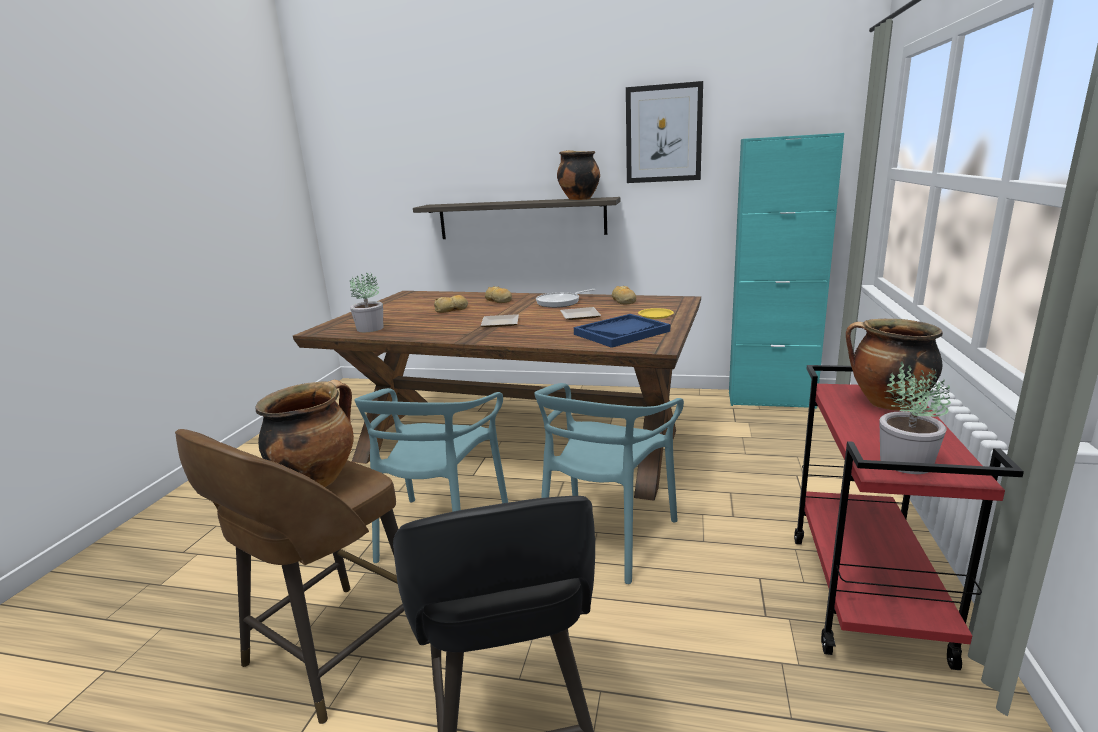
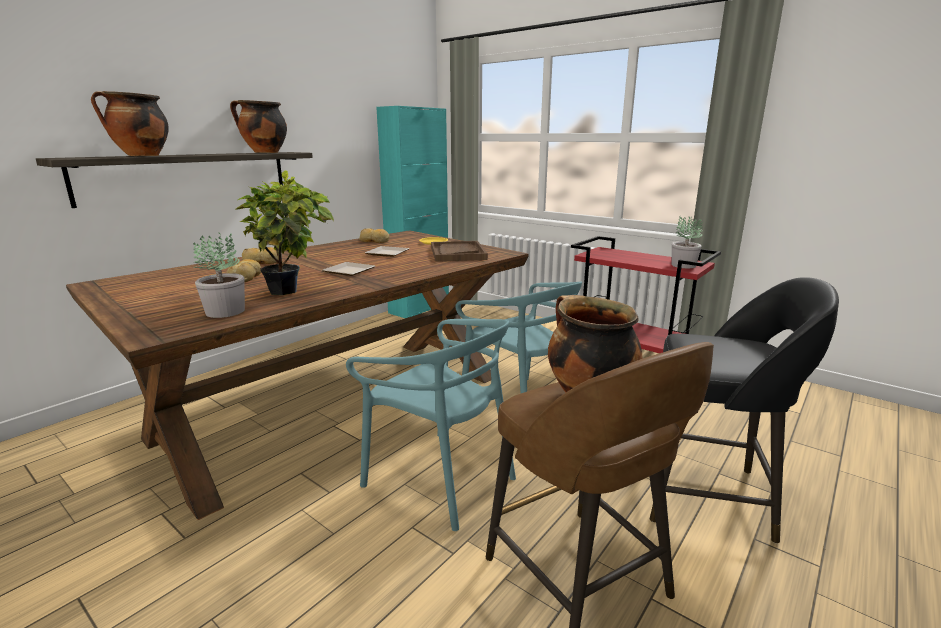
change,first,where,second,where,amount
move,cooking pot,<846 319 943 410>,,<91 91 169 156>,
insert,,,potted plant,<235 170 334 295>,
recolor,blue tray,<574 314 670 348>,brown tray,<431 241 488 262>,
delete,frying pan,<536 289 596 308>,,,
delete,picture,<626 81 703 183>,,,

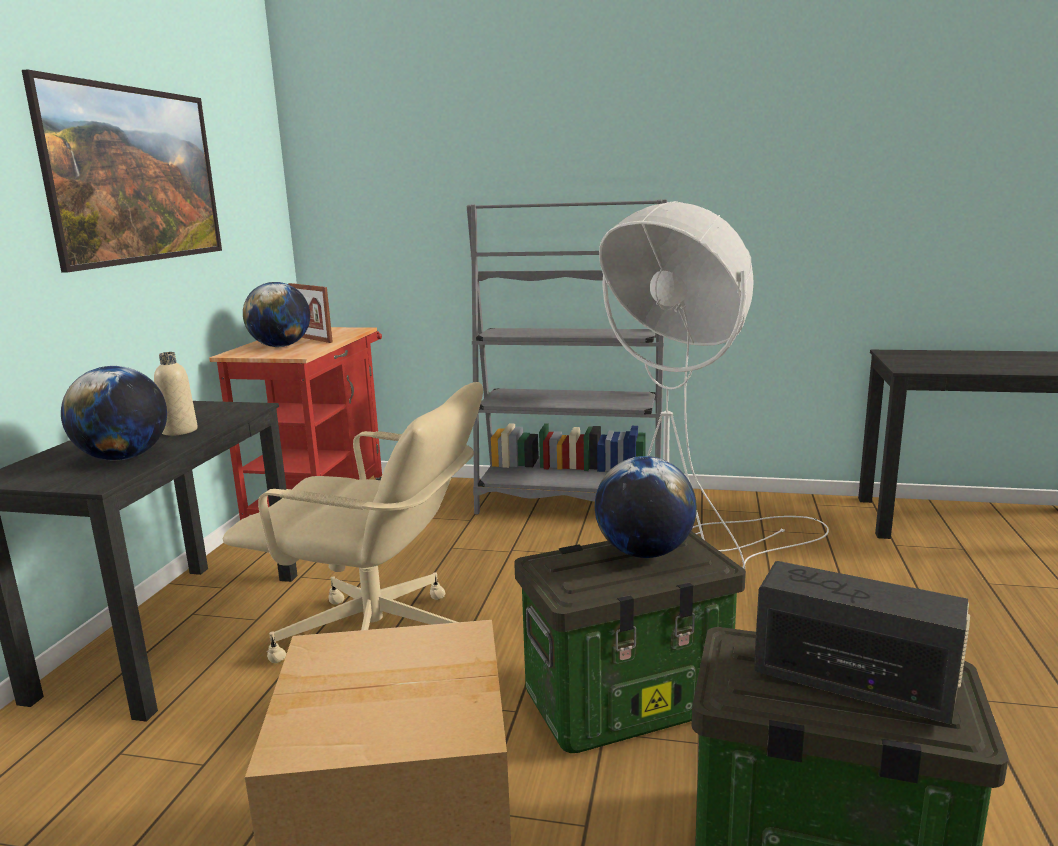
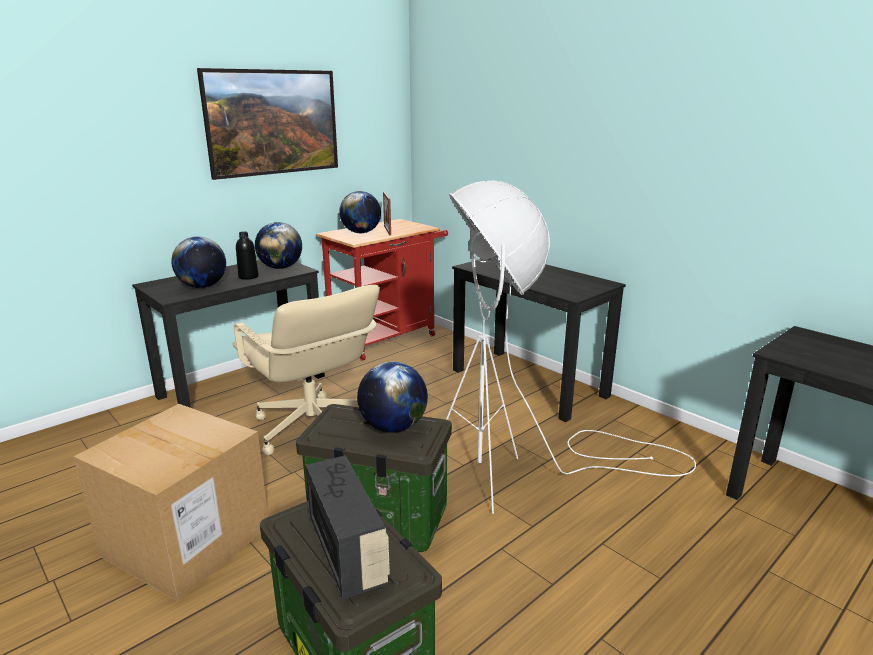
change,first,where,second,where,amount
recolor,beige bottle,<154 352 197 436>,black bottle,<236 232 259 280>,
insert,,,globe,<255 222 302 269>,
replace,grey bookcase,<467 199 667 514>,black desk,<452 258 626 422>,

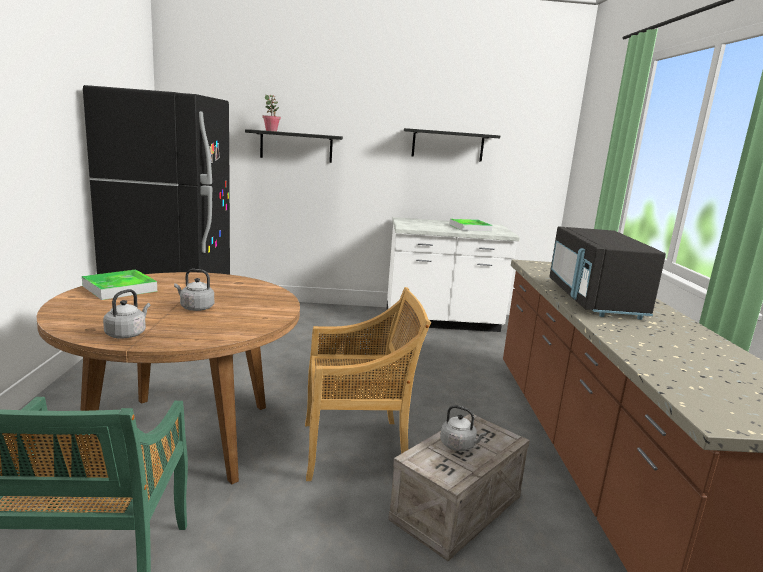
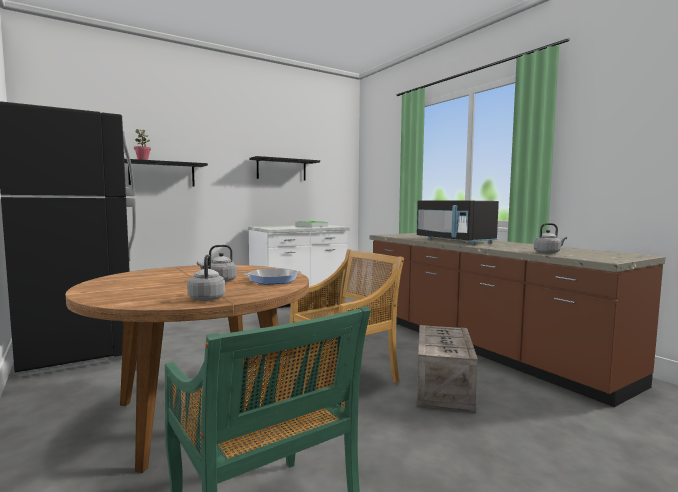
change,first,where,second,where,amount
insert,,,frying pan,<244 268 301 285>,
move,grey kettle,<440 405 487 451>,,<534 223 567 254>,
delete,tray,<82 269 157 300>,,,

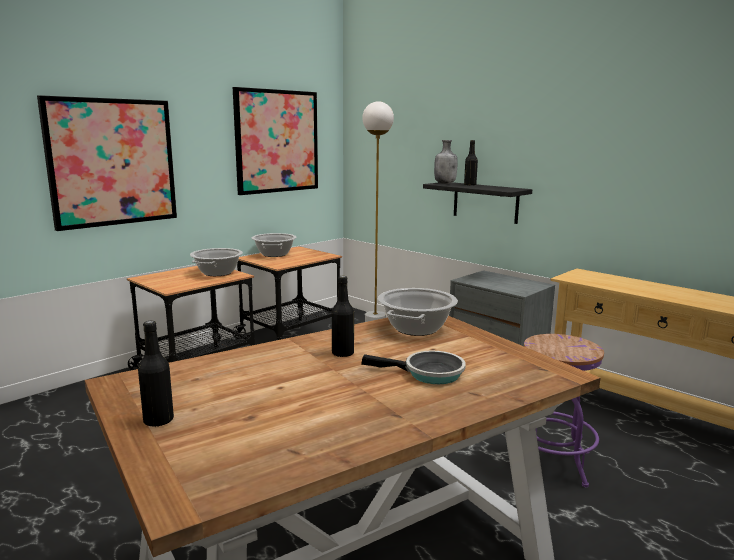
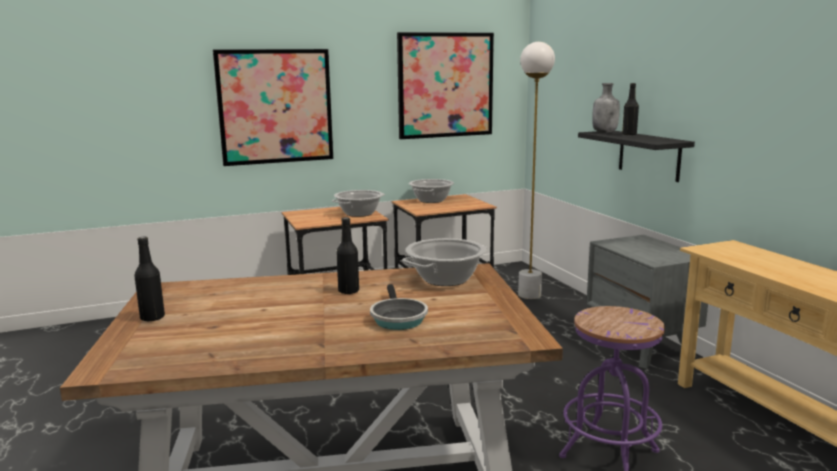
change,first,where,second,where,amount
rotate,frying pan,<361 351 466 384>,,<370 284 428 330>,45 degrees clockwise

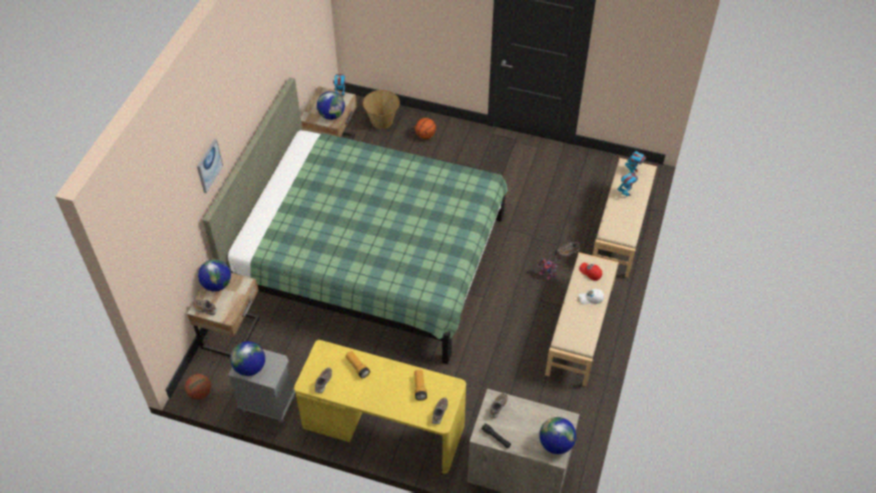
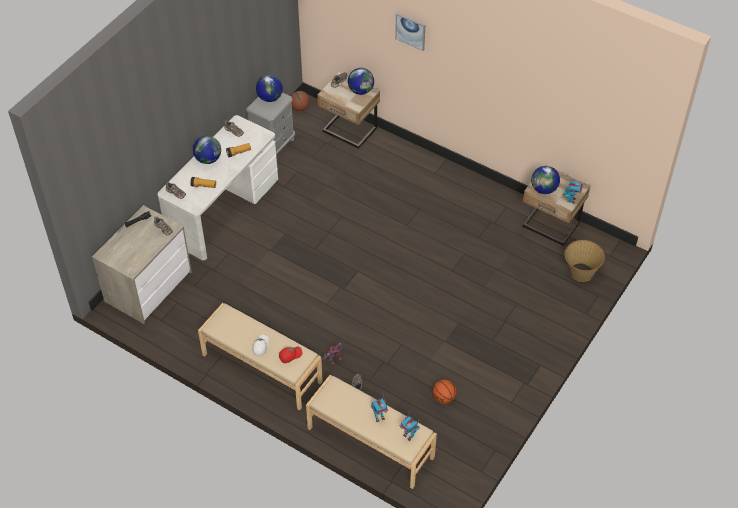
change,first,where,second,where,amount
recolor,yellow desk,<294 340 466 474>,white desk,<158 115 278 260>,
move,globe,<539 417 576 454>,,<193 136 221 164>,
move,basketball,<415 118 436 139>,,<432 379 457 404>,
delete,green bed,<203 77 508 364>,,,

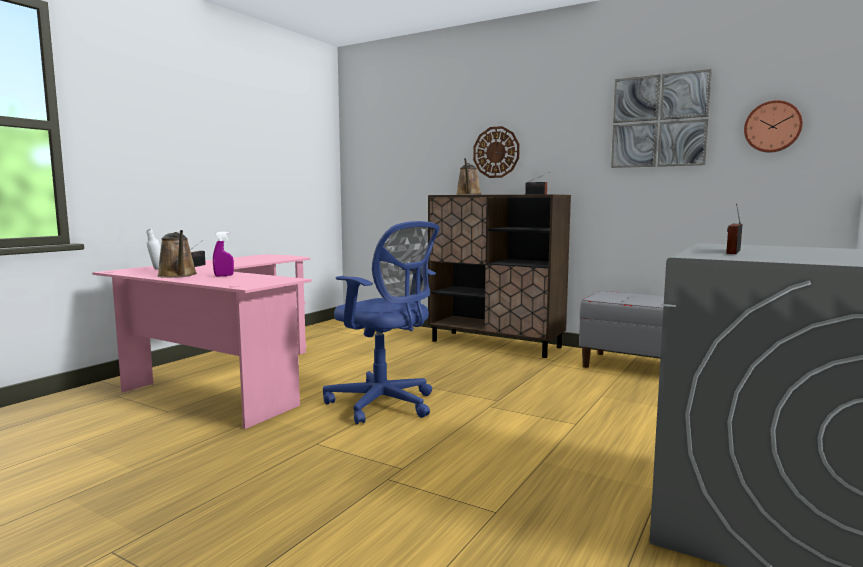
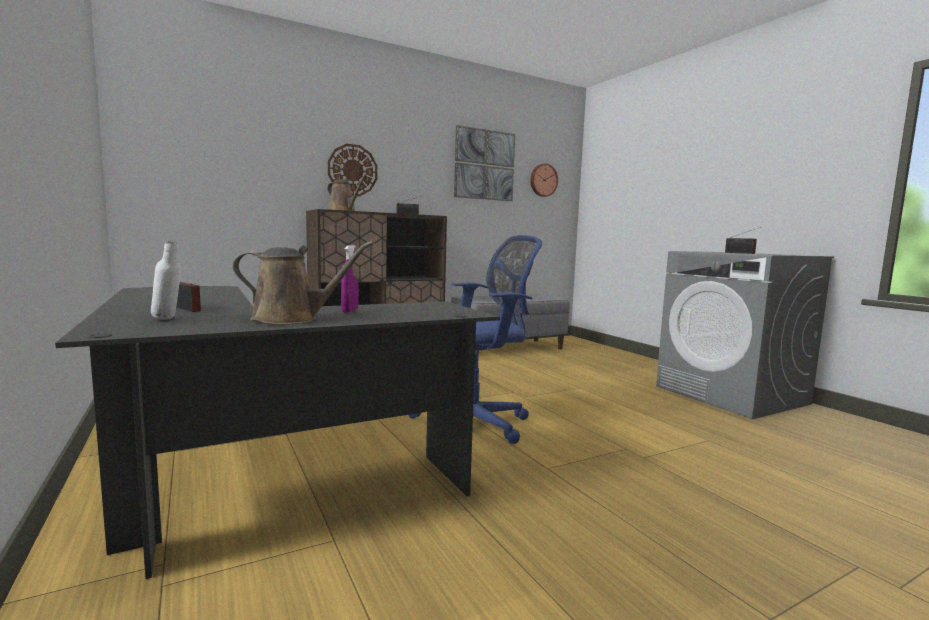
change,first,where,second,where,amount
recolor,pink desk,<92 254 312 429>,black desk,<55 286 500 579>,

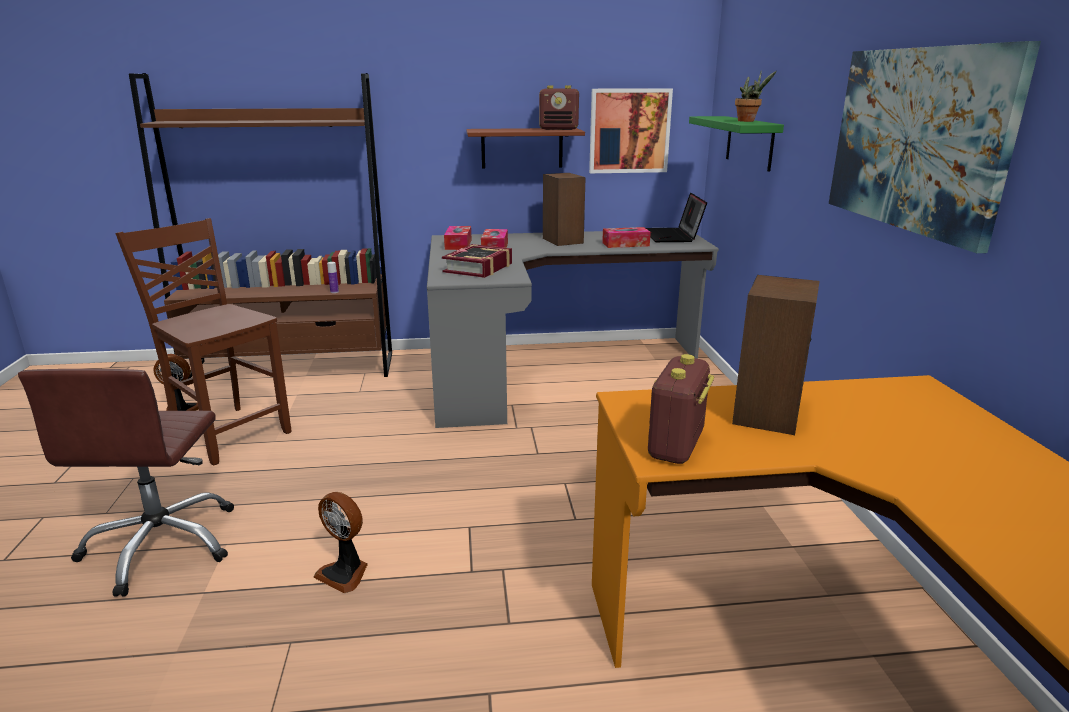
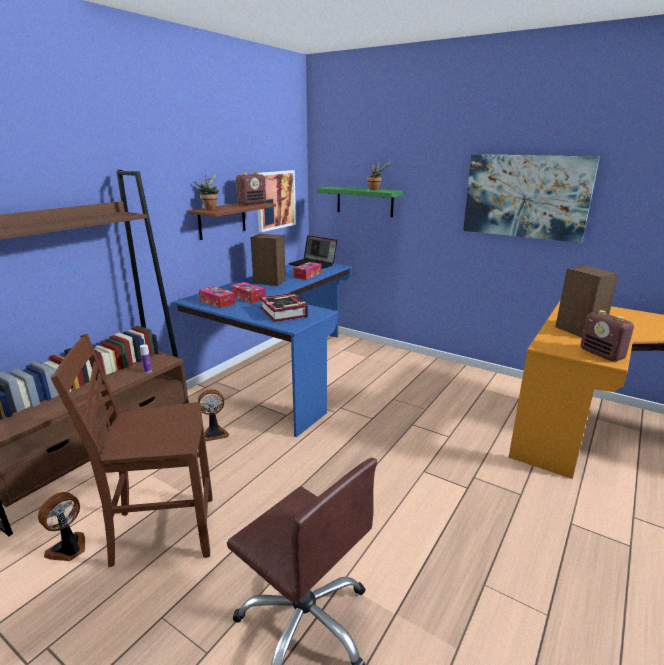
change,first,where,second,where,amount
recolor,grey desk,<427 231 719 428>,blue desk,<173 263 352 437>,
insert,,,potted plant,<194 174 219 210>,
move,fan,<313 492 368 593>,,<198 389 229 442>,

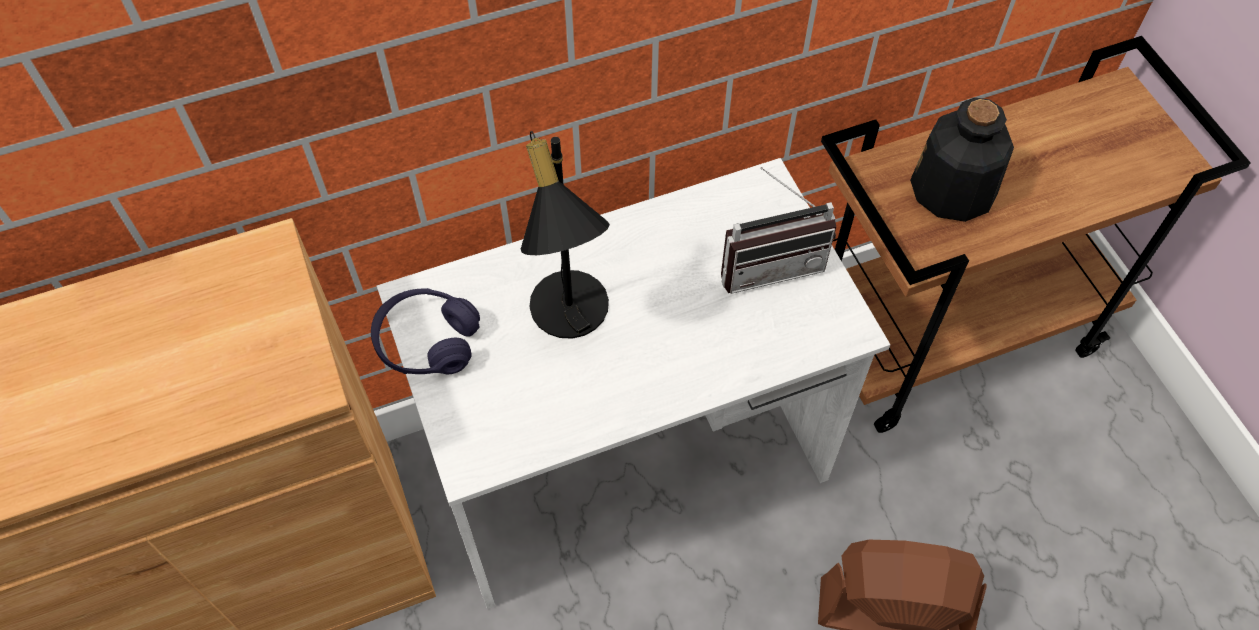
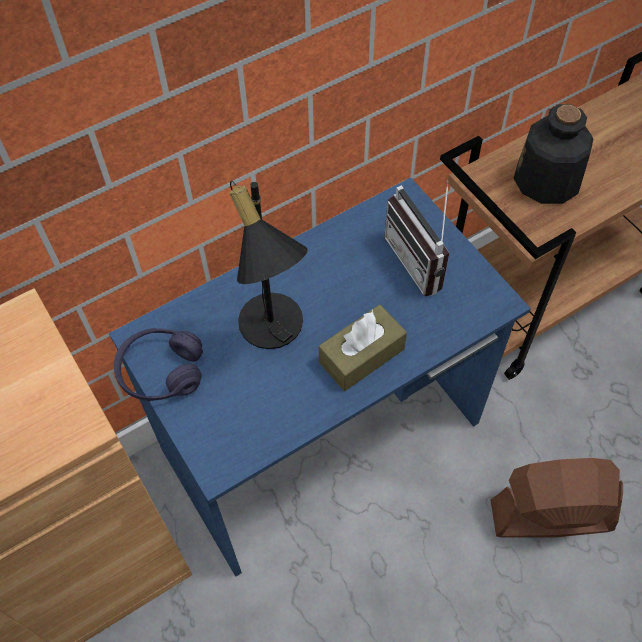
change,first,where,second,where,amount
recolor,white desk,<377 158 890 609>,blue desk,<109 178 531 577>,
insert,,,brown tissue box,<319 305 407 391>,
rotate,radio,<721 167 836 294>,,<384 181 449 296>,90 degrees clockwise

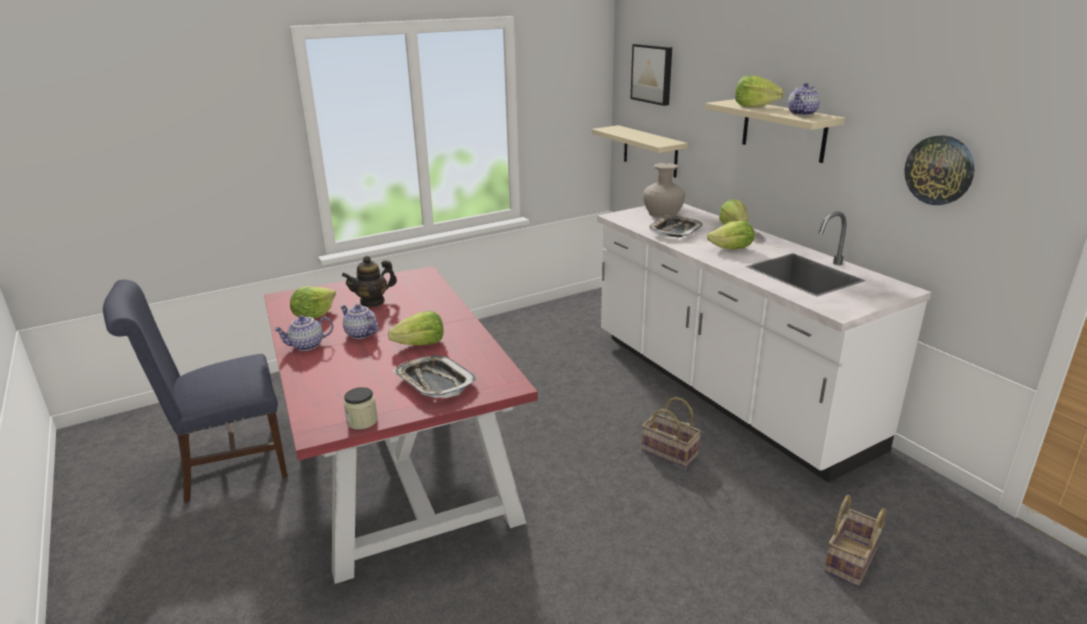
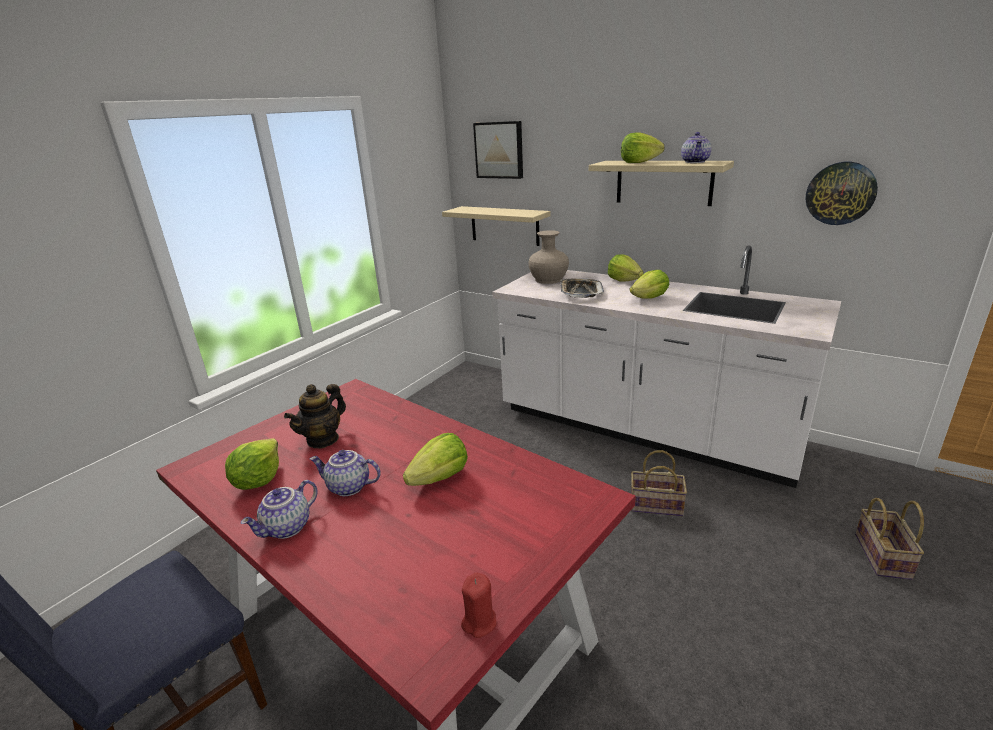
change,first,where,second,where,amount
replace,jar,<344 387 378 430>,red candle,<461 573 497 638>,
delete,tray,<393 355 477 398>,,,

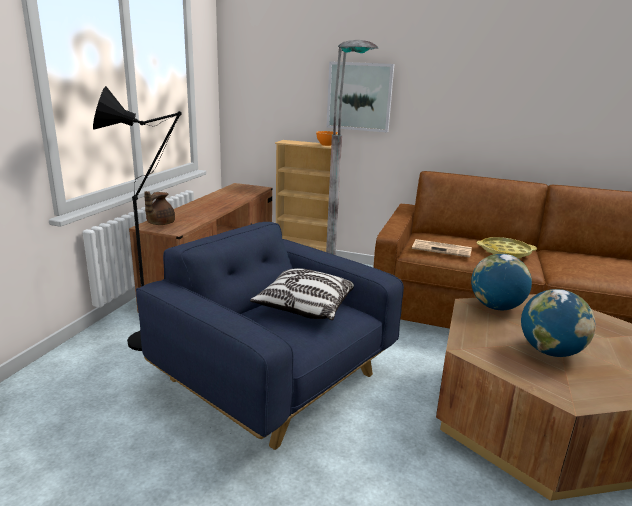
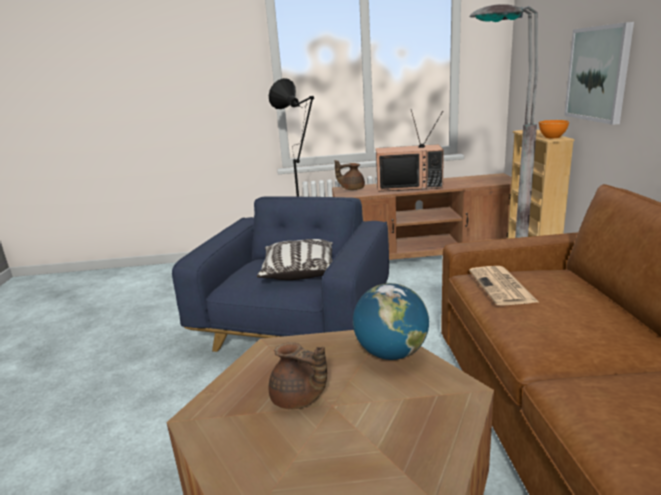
change,first,where,second,where,amount
replace,globe,<521 289 596 357>,brown teapot,<269 342 327 409>,
insert,,,television,<376 110 444 192>,
delete,yellow tray,<477 237 537 259>,,,

